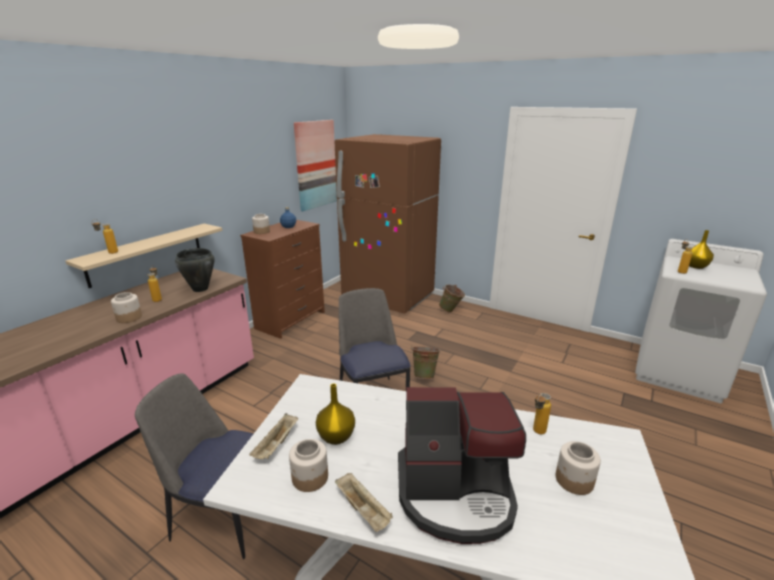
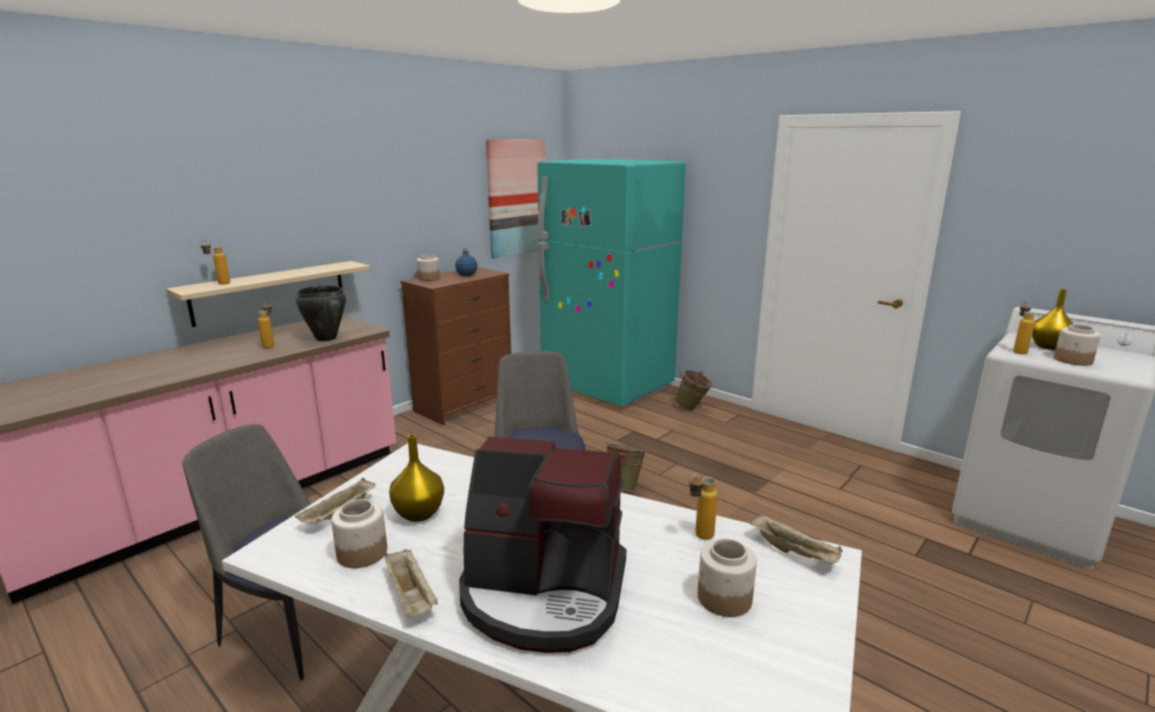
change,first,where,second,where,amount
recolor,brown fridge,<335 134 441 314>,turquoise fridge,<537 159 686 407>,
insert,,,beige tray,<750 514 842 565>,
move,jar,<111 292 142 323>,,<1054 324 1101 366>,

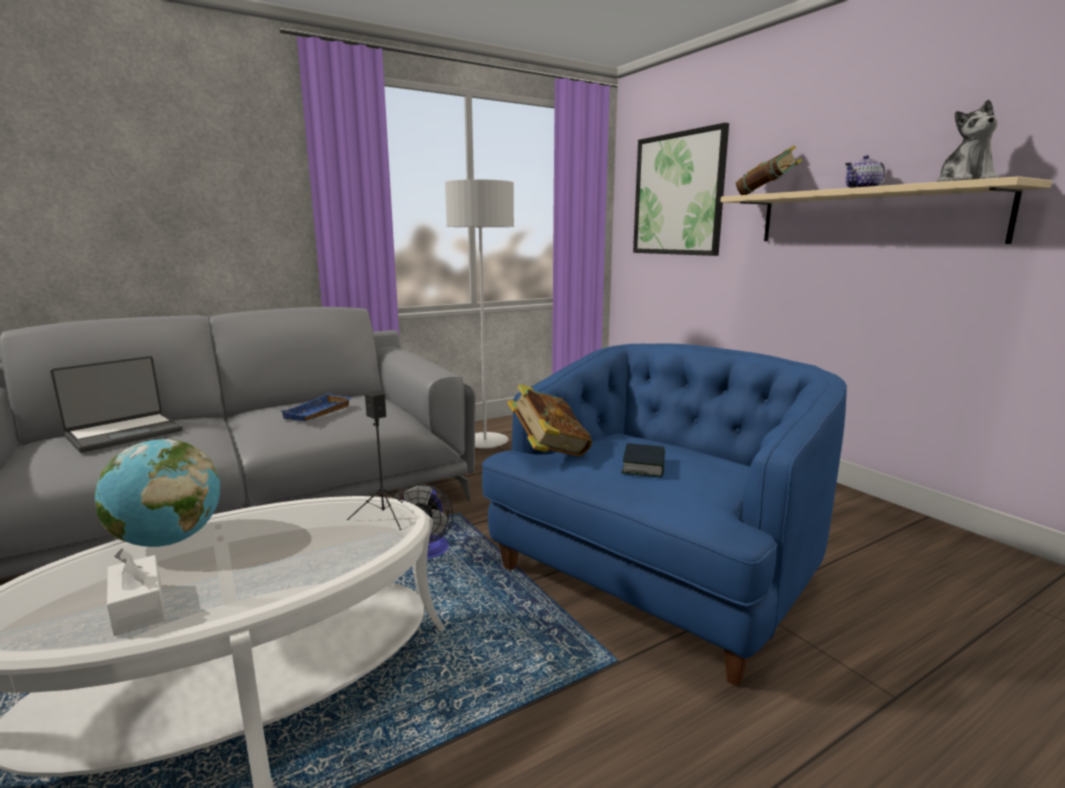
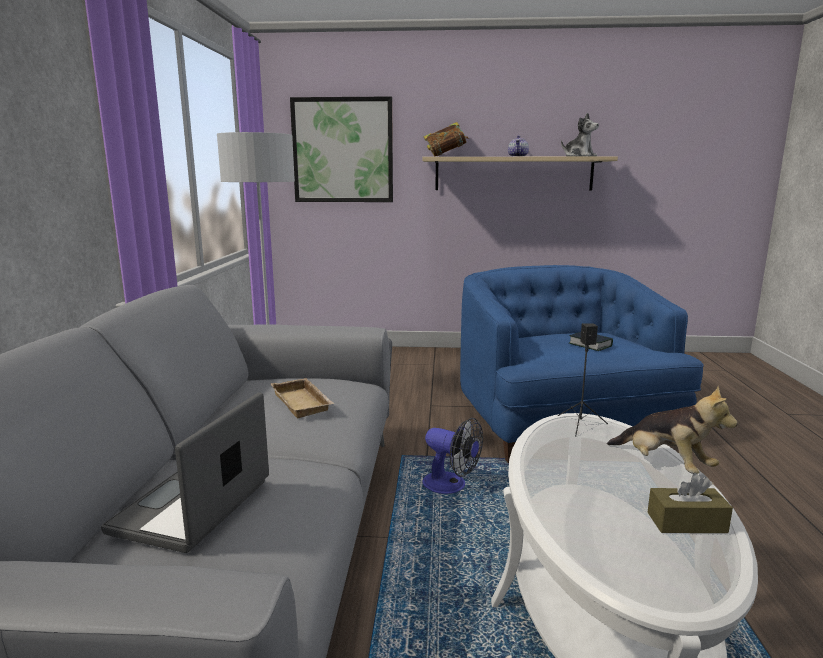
change,first,where,second,where,amount
rotate,laptop,<50 356 183 453>,,<101 393 269 553>,150 degrees counterclockwise
recolor,blue tray,<281 393 352 421>,beige tray,<271 378 335 418>,
insert,,,plush toy,<607 386 738 474>,
recolor,white tissue box,<107 548 166 636>,brown tissue box,<647 473 733 533>,
delete,globe,<95 439 220 547>,,,
delete,book,<507 384 592 456>,,,

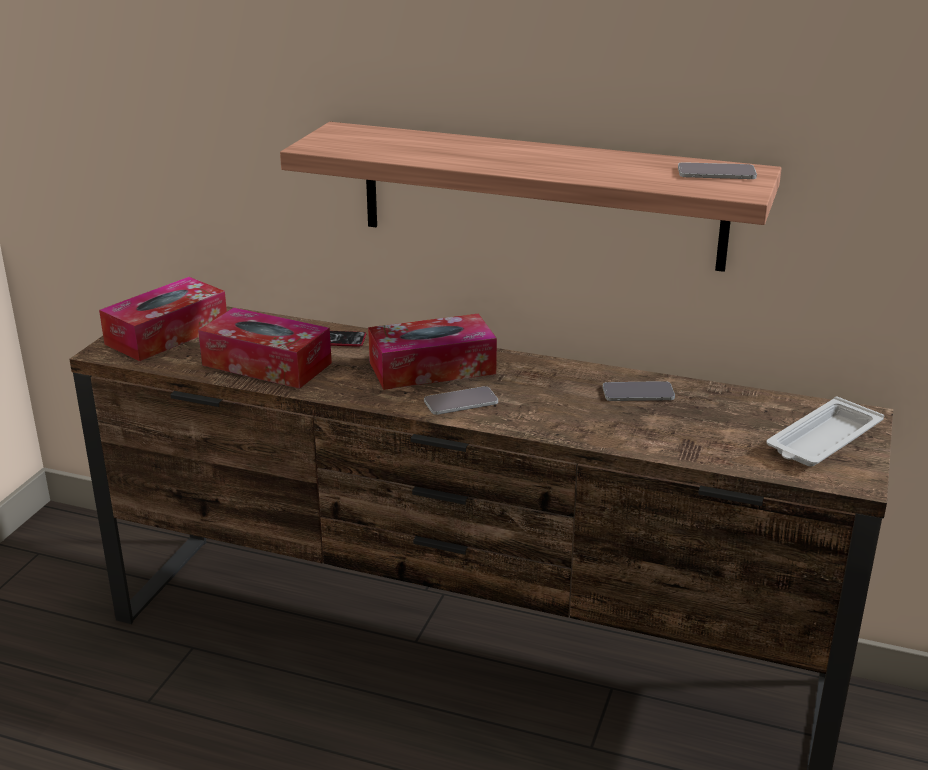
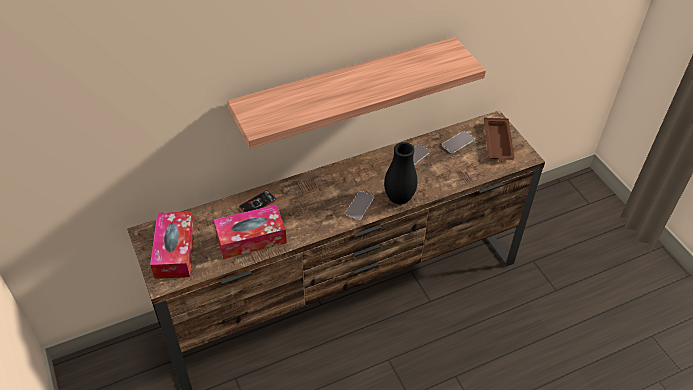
change,first,where,second,where,amount
insert,,,black vase,<384 142 417 205>,
move,phone,<678 162 757 179>,,<442 131 475 154>,
recolor,white tray,<767 396 884 467>,brown tray,<484 118 514 162>,
delete,tissue box,<368 314 497 390>,,,

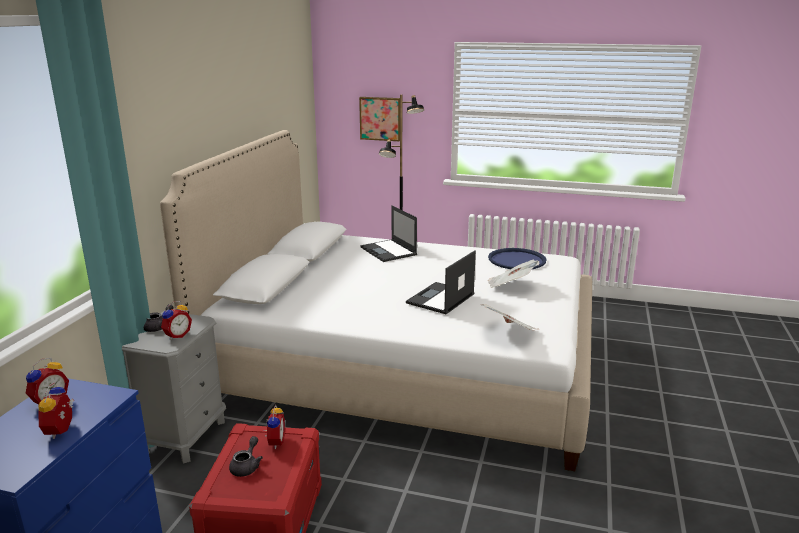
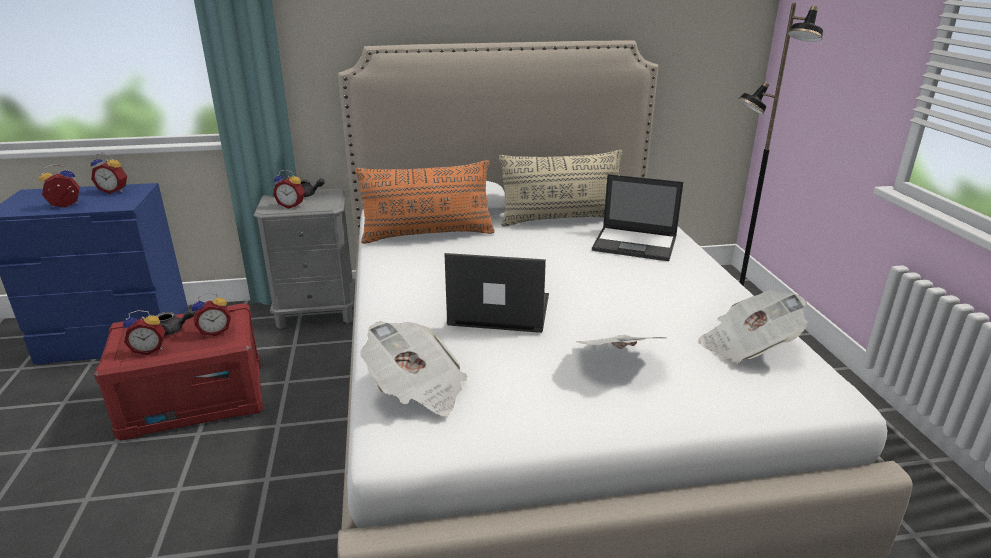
change,first,where,second,where,amount
insert,,,alarm clock,<123 310 166 355>,
insert,,,orange pillow,<355 160 495 244>,
insert,,,beige pillow,<499 150 623 227>,
rotate,laptop,<360 205 417 262>,,<592 174 683 261>,105 degrees counterclockwise
replace,blue tray,<488 248 547 269>,newspaper,<699 290 807 363>,
delete,picture,<359 97 400 141>,,,

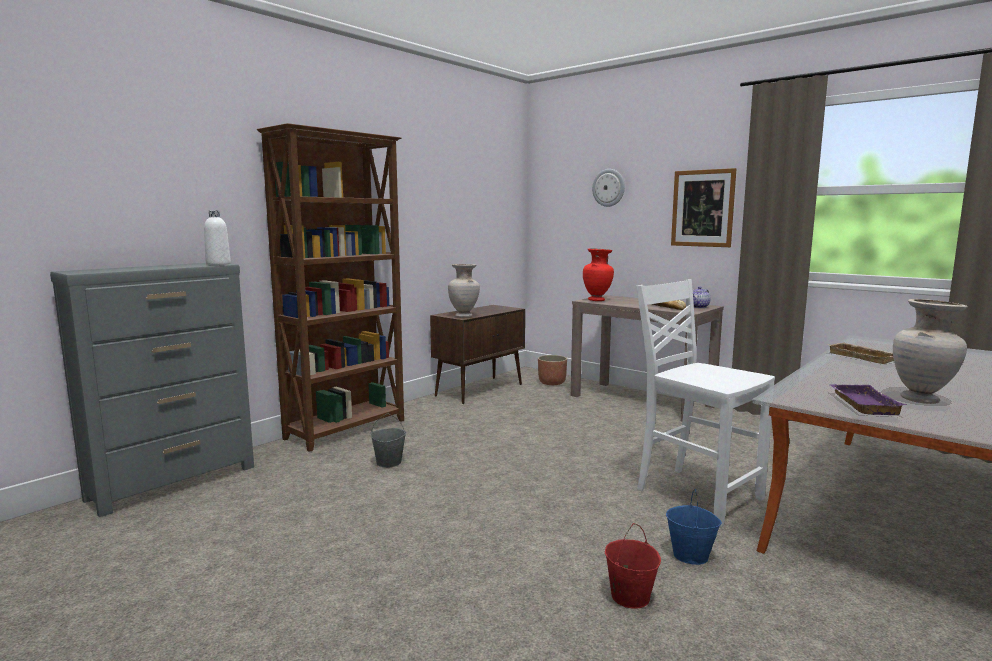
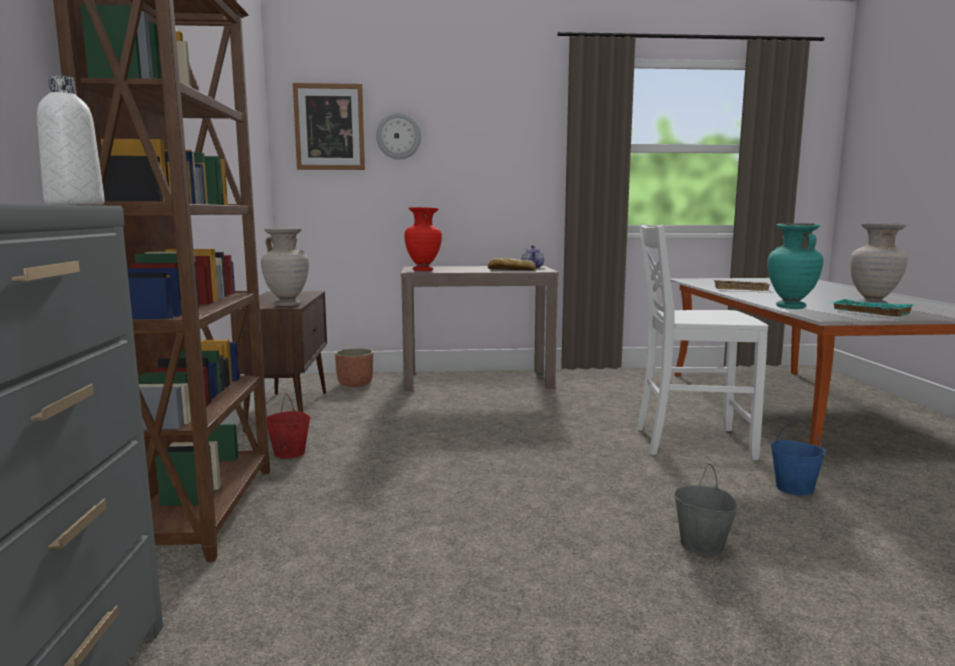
change,first,where,second,where,amount
move,red bucket,<605 523 661 609>,,<267 393 310 459>,
move,picture,<671 168 736 247>,,<293 83 365 170>,
move,grey bucket,<371 414 406 468>,,<674 464 739 556>,
insert,,,turquoise vase,<767 223 823 309>,
recolor,purple tray,<829 384 907 415>,turquoise tray,<829 299 915 317>,

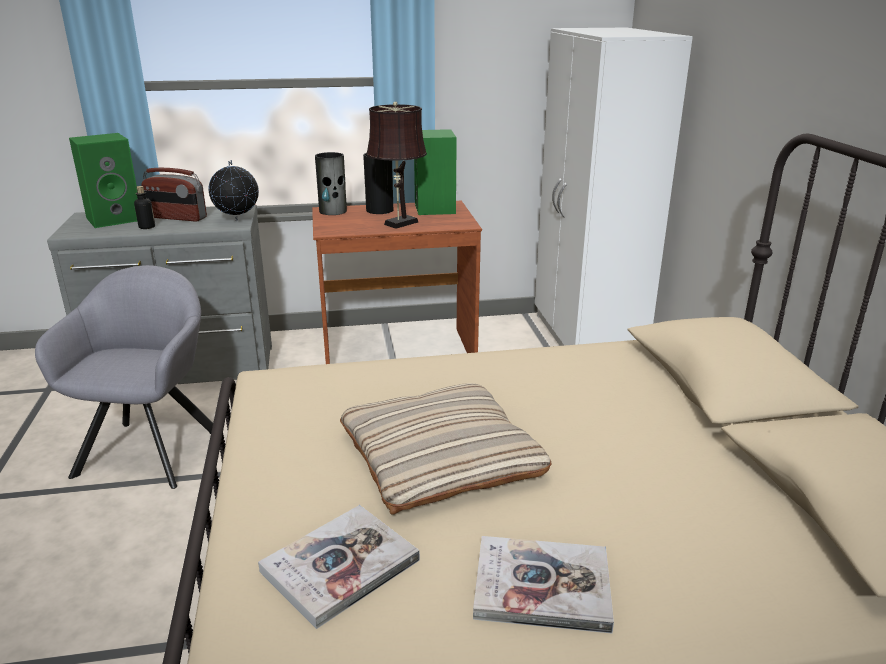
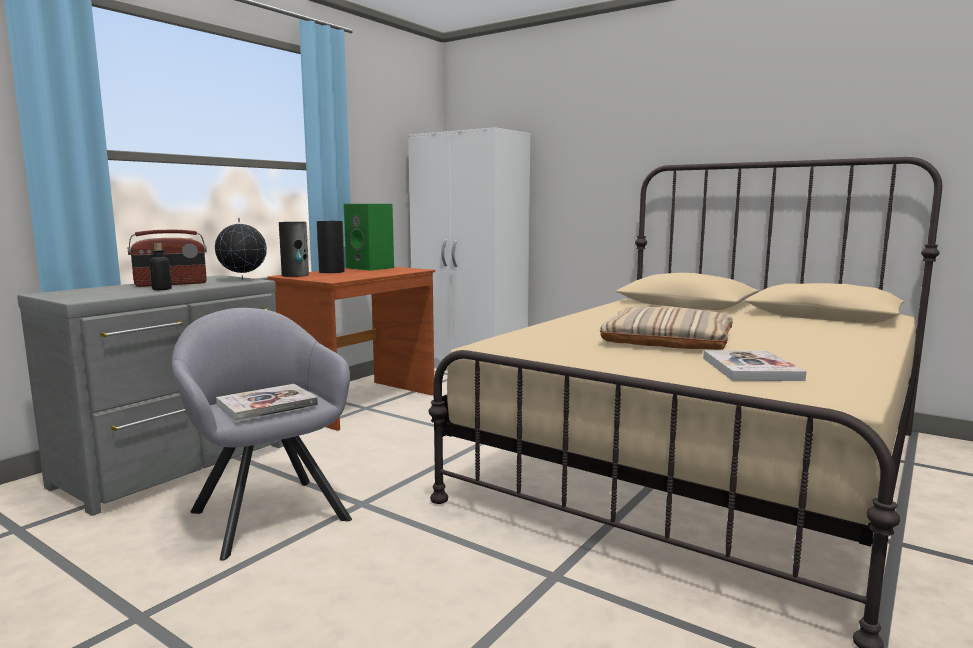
change,first,where,second,where,amount
move,book,<473 536 614 633>,,<216 384 318 422>,
delete,green speaker,<69 133 138 228>,,,
delete,brown table lamp,<366 101 427 229>,,,

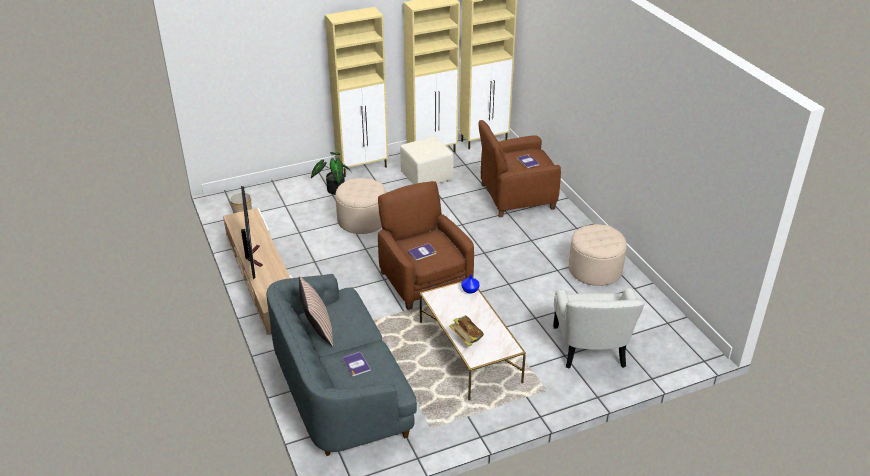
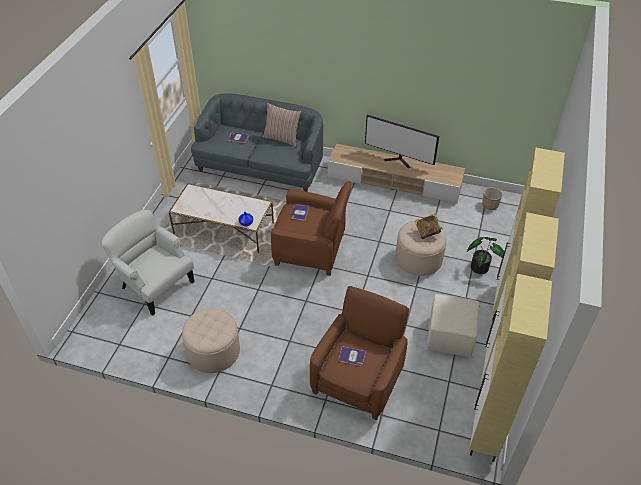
change,first,where,second,where,amount
move,book,<449 315 484 347>,,<414 213 443 239>,

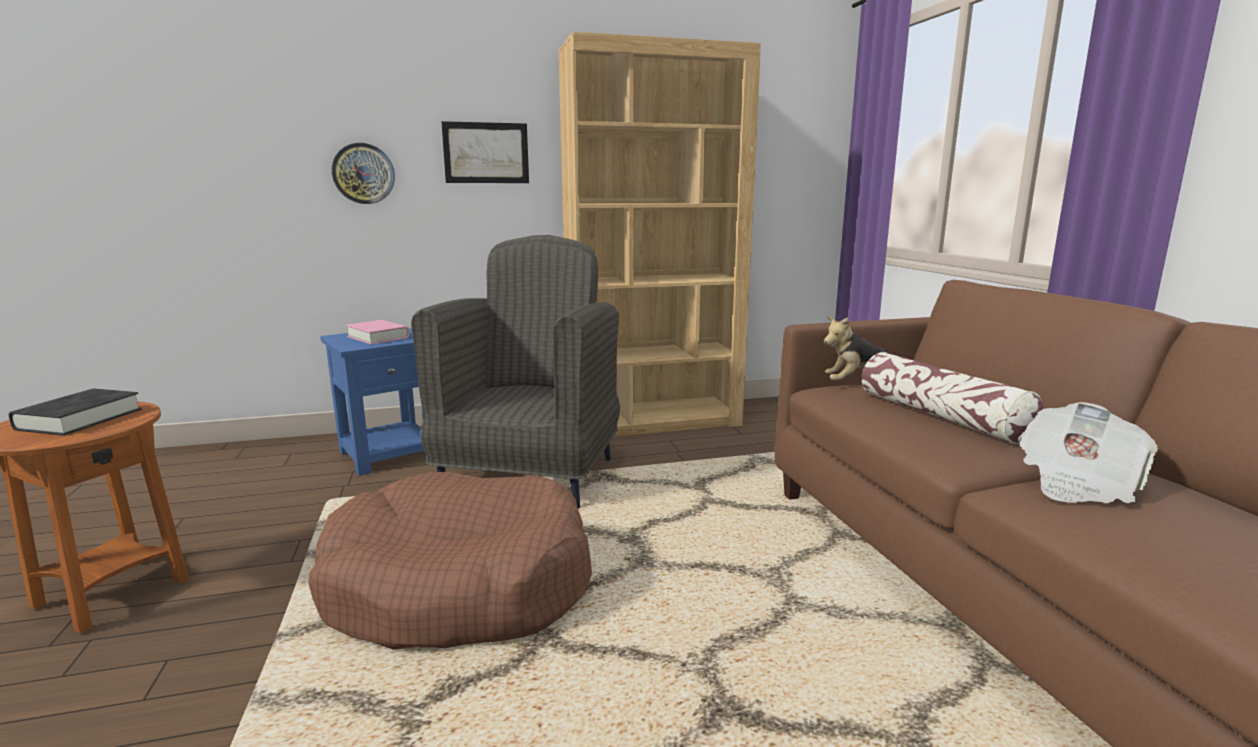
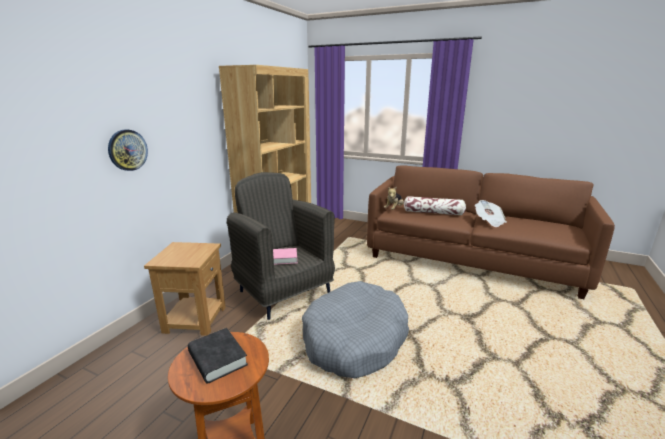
change,first,where,second,where,amount
recolor,blue side table,<320 328 427 476>,brown side table,<144 242 226 336>,
move,pink book,<346 320 409 344>,,<273 248 297 265>,
recolor,brown dog bed,<308 472 592 650>,grey dog bed,<302 281 409 378>,
delete,picture,<441 121 529 183>,,,

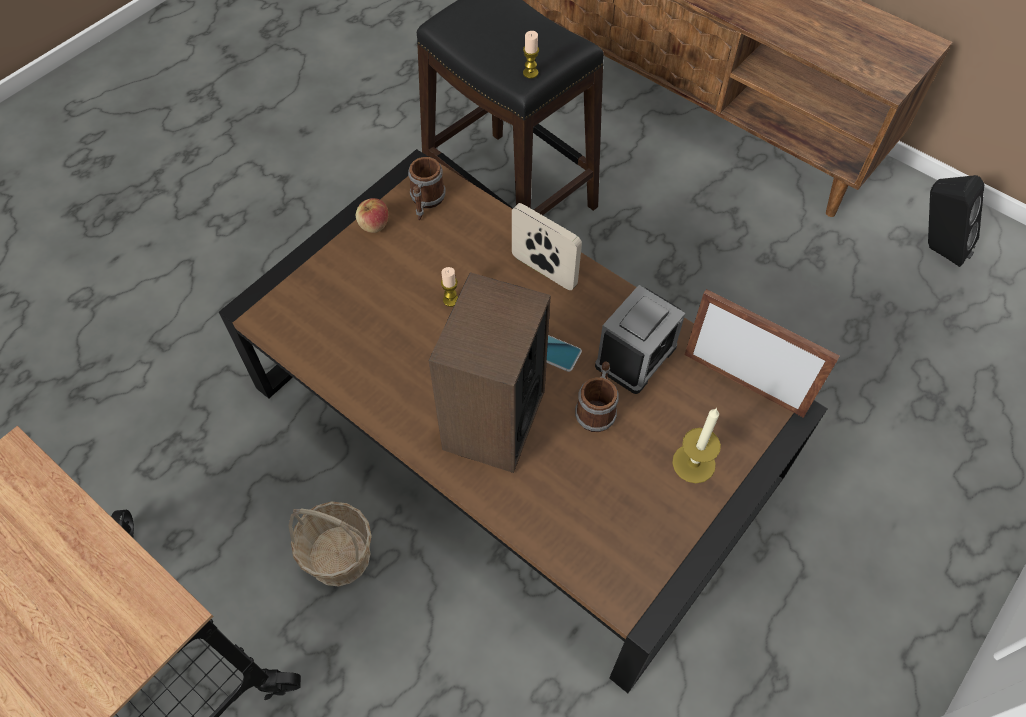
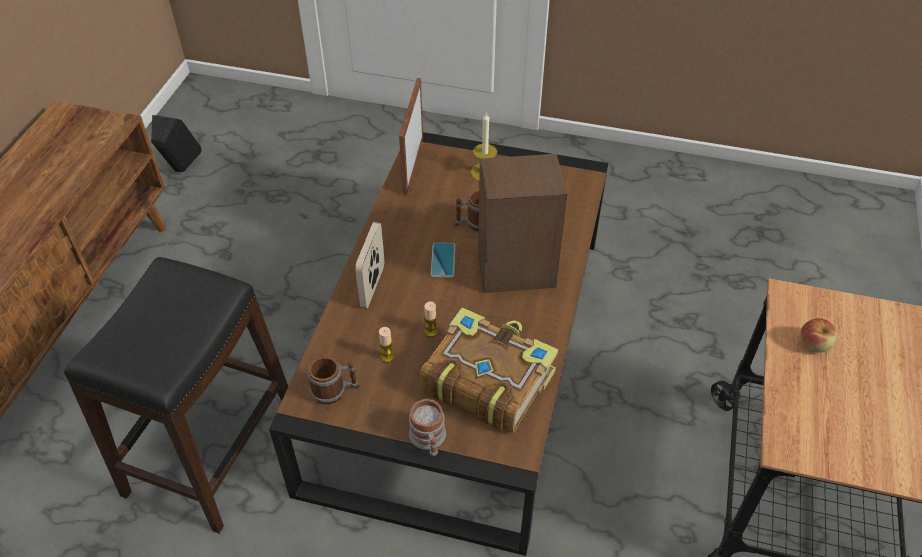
change,first,where,second,where,amount
move,candle,<523 31 539 79>,,<378 327 394 363>,
insert,,,mug,<409 399 446 456>,
insert,,,book,<420 307 558 433>,
move,apple,<356 198 388 233>,,<800 318 837 353>,
delete,basket,<289 502 372 587>,,,
delete,alarm clock,<595 285 685 394>,,,

